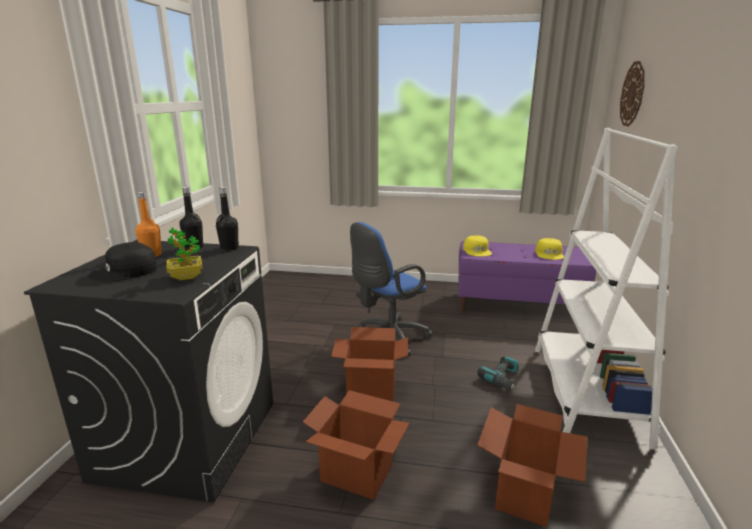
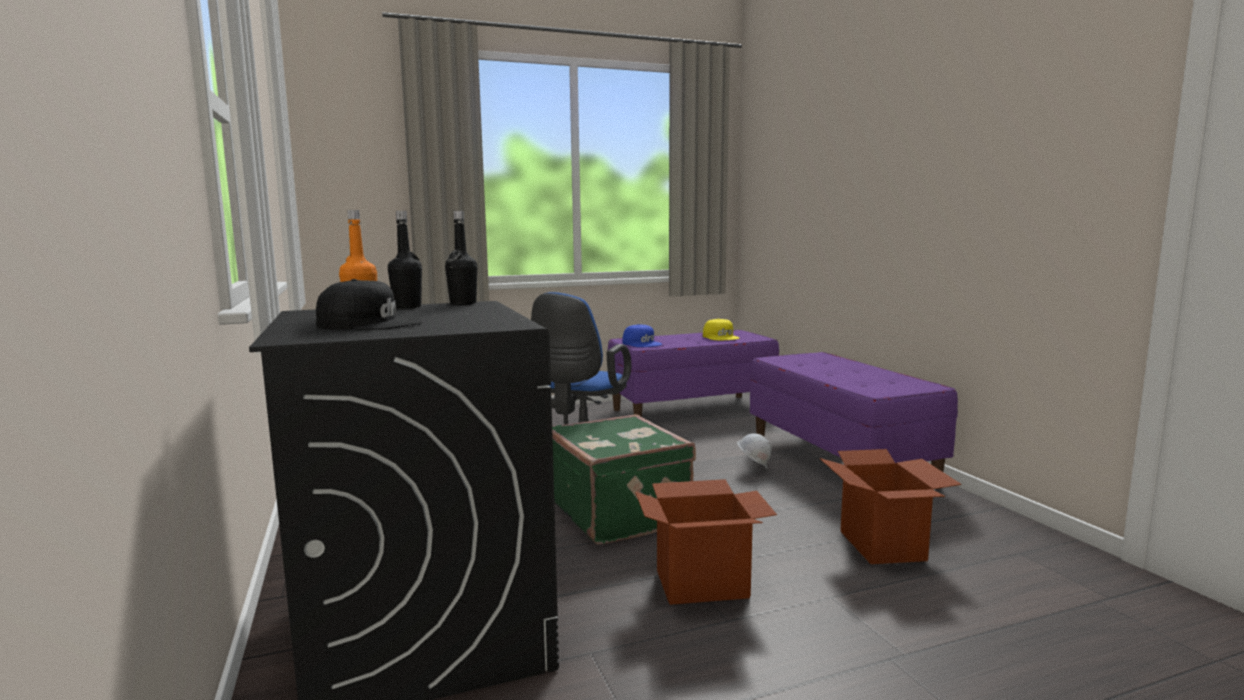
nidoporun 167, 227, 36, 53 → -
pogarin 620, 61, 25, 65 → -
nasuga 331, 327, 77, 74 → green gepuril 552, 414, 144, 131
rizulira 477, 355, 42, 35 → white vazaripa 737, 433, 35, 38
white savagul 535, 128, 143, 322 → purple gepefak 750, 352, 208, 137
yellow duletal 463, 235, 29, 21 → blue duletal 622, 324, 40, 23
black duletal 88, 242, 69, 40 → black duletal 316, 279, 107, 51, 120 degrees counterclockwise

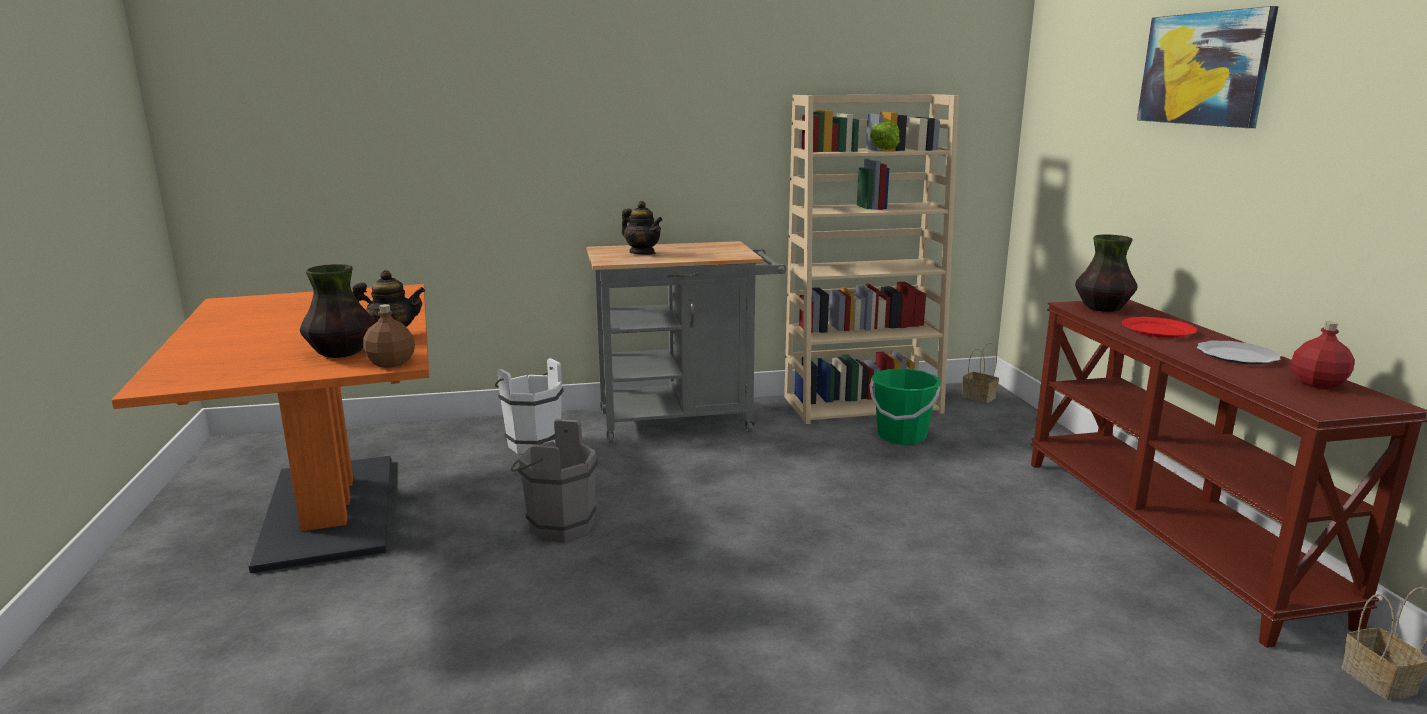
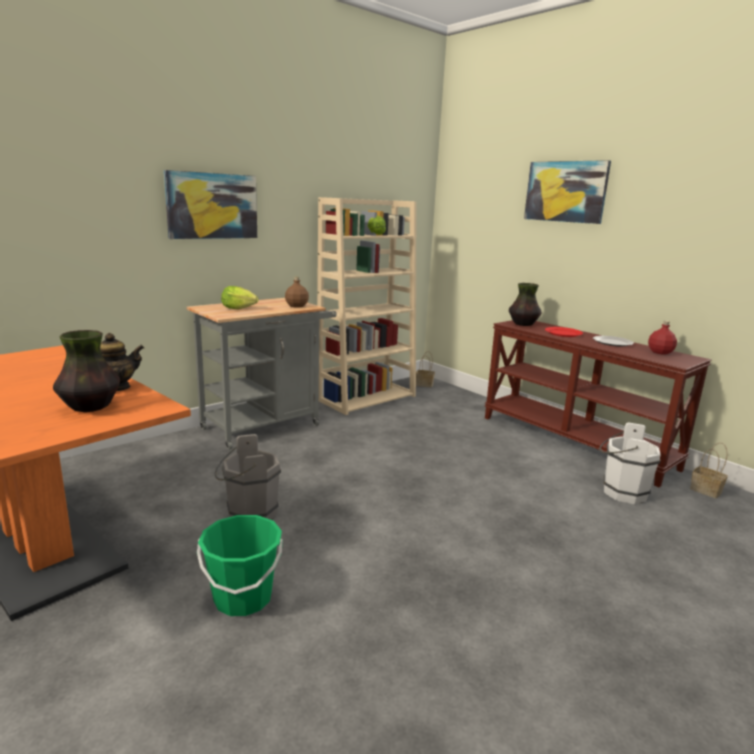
- → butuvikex 164, 170, 93, 69
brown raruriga 363, 304, 52, 64 → brown raruriga 285, 277, 24, 31, move
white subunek 495, 358, 68, 96 → white subunek 599, 422, 62, 82, move
green subunek 869, 369, 72, 76 → green subunek 197, 515, 86, 101, move
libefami 622, 201, 40, 54 → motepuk 221, 286, 38, 23

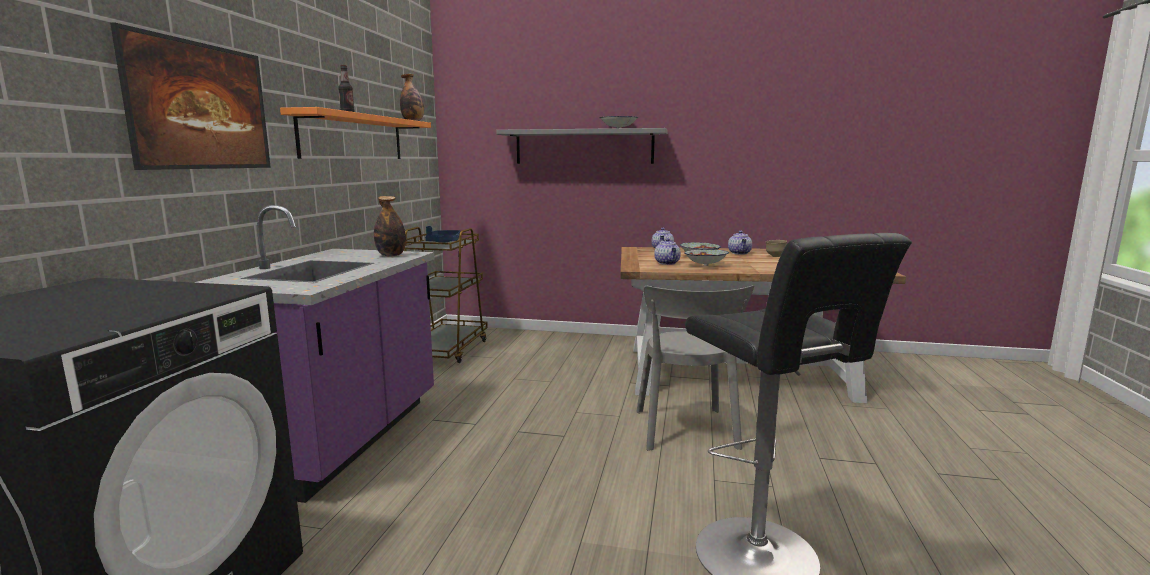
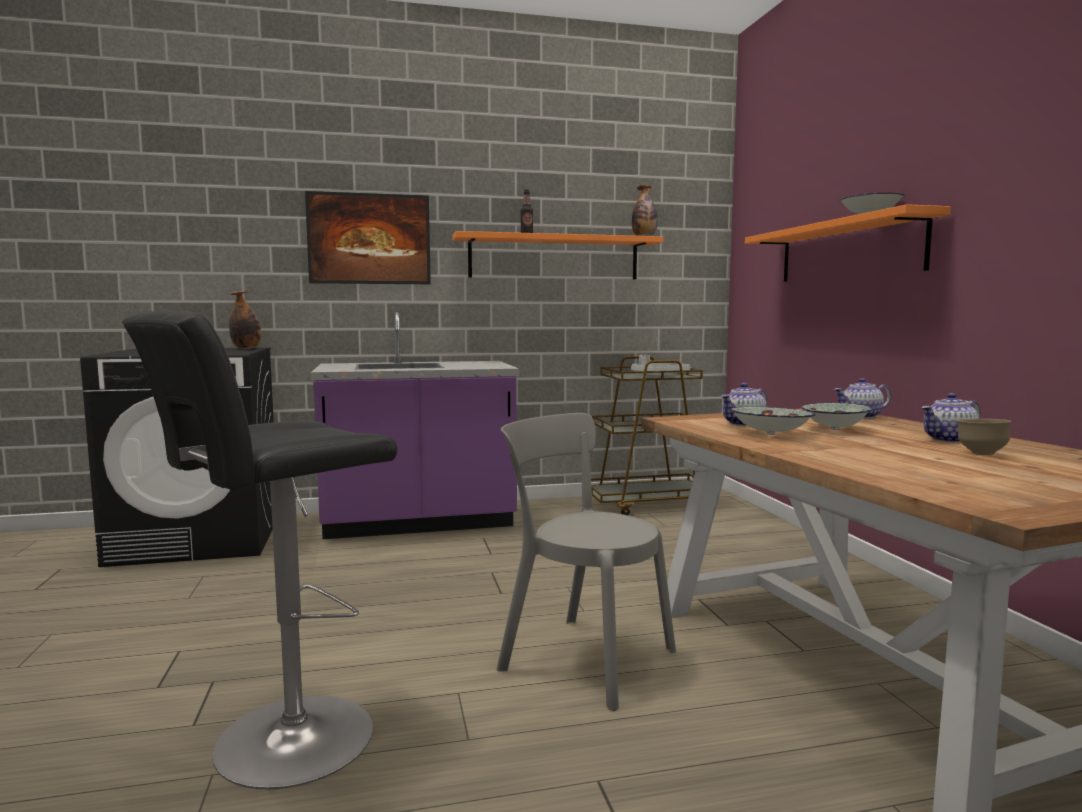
raruriga 374, 196, 32, 61 → raruriga 229, 291, 32, 58, move
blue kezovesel 425, 226, 36, 17 → grey kezovesel 631, 355, 60, 20
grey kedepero 496, 128, 171, 36 → orange kedepero 745, 204, 206, 78
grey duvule 636, 285, 118, 166 → grey duvule 497, 413, 179, 298, 60 degrees clockwise

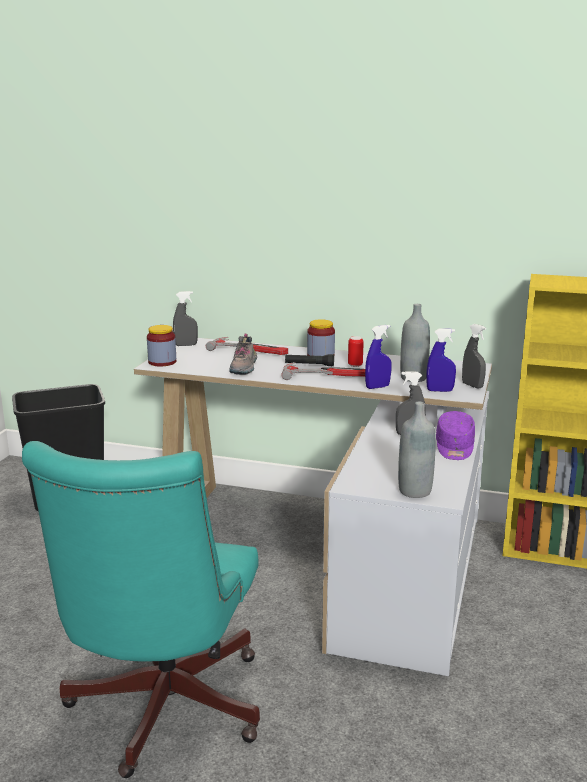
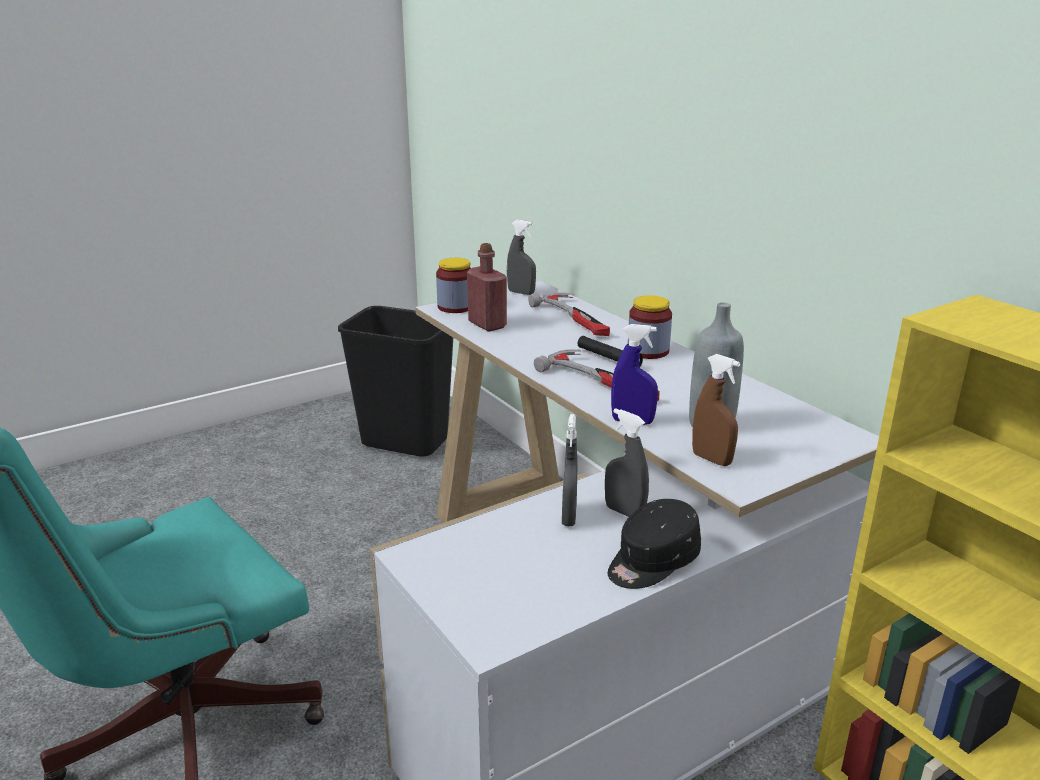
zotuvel 229, 334, 28, 41 → -
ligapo 348, 336, 16, 31 → -
grey raruriga 398, 402, 38, 96 → -
- → red raruriga 467, 243, 40, 88
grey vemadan 462, 324, 24, 65 → grey vemadan 562, 414, 15, 112, move
blue vemadan 426, 328, 30, 64 → brown vemadan 692, 354, 48, 112
purple duletal 436, 411, 39, 49 → black duletal 608, 499, 93, 90

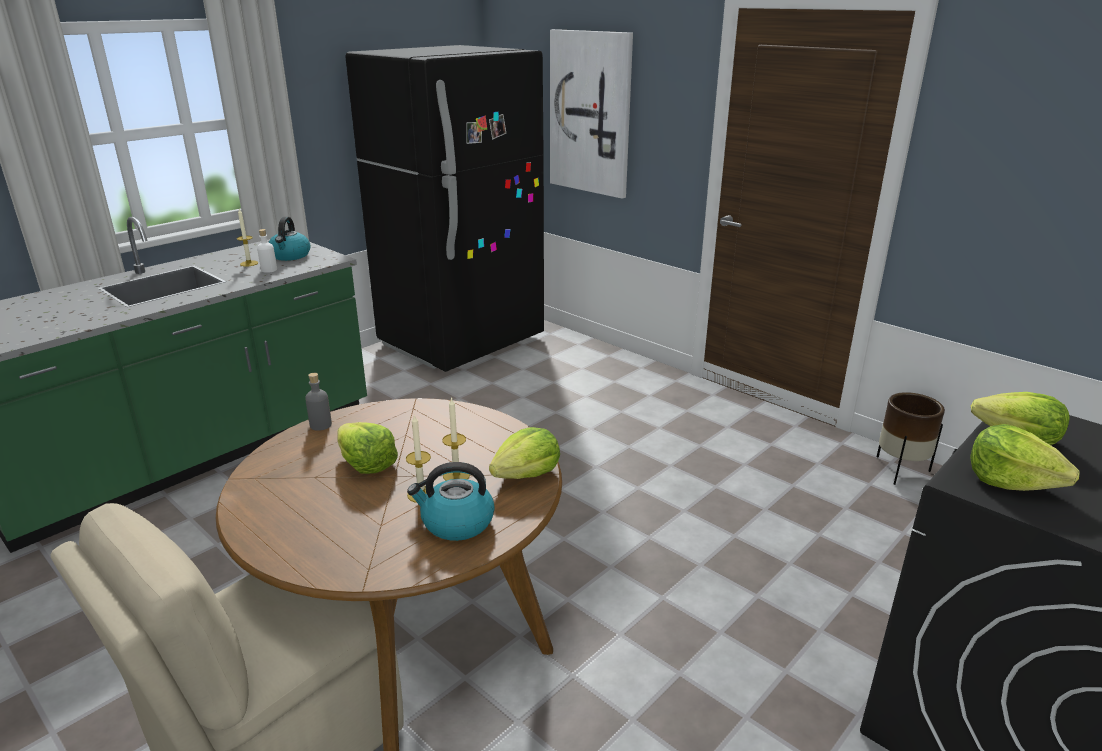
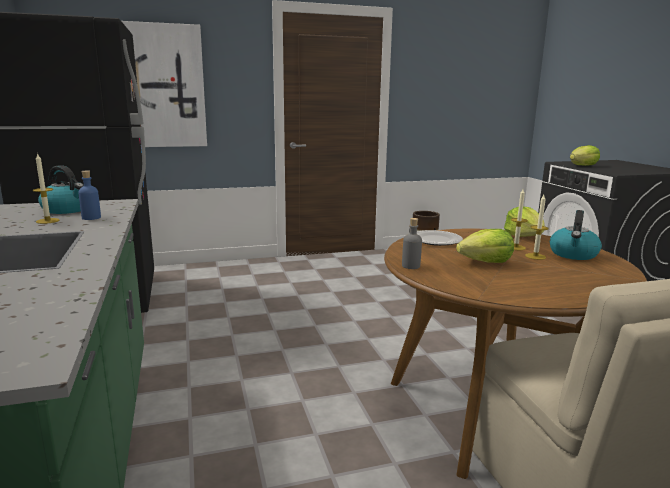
motepuk 970, 424, 110, 67 → -
- → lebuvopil 417, 230, 46, 16
white raruriga 257, 229, 20, 44 → blue raruriga 78, 170, 23, 50

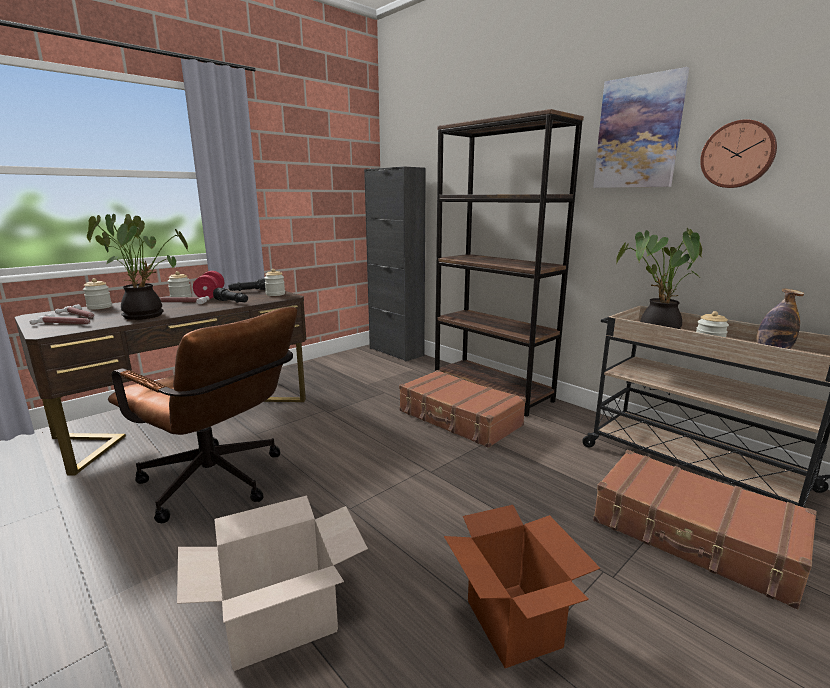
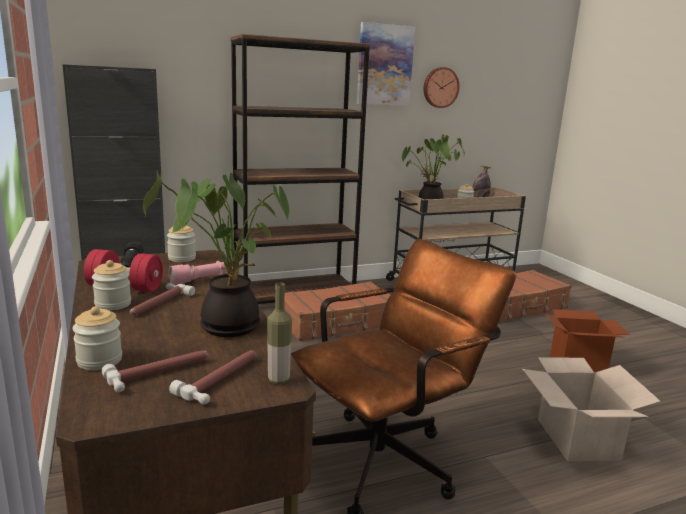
- → raruriga 267, 283, 25, 101
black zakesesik 213, 288, 35, 15 → pink zakesesik 168, 261, 65, 24

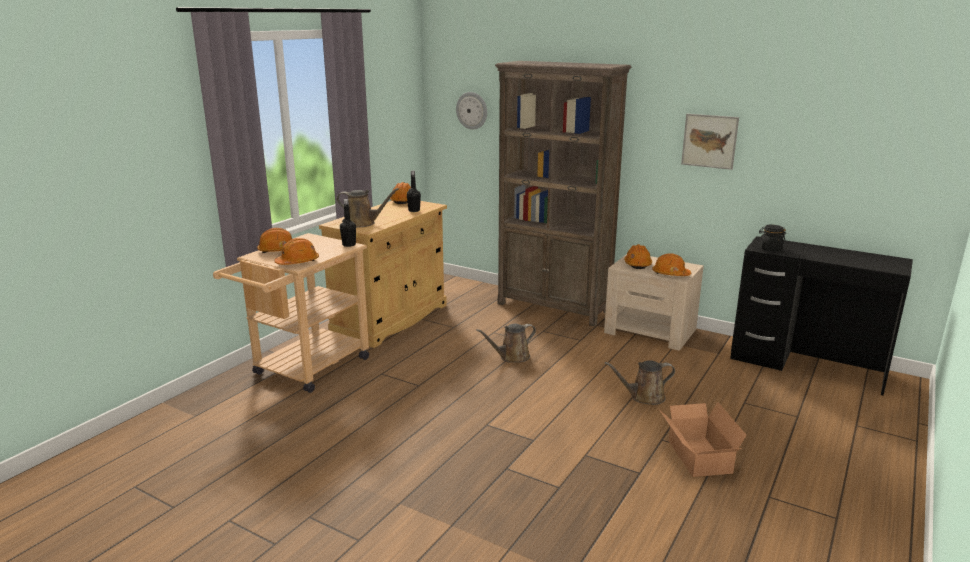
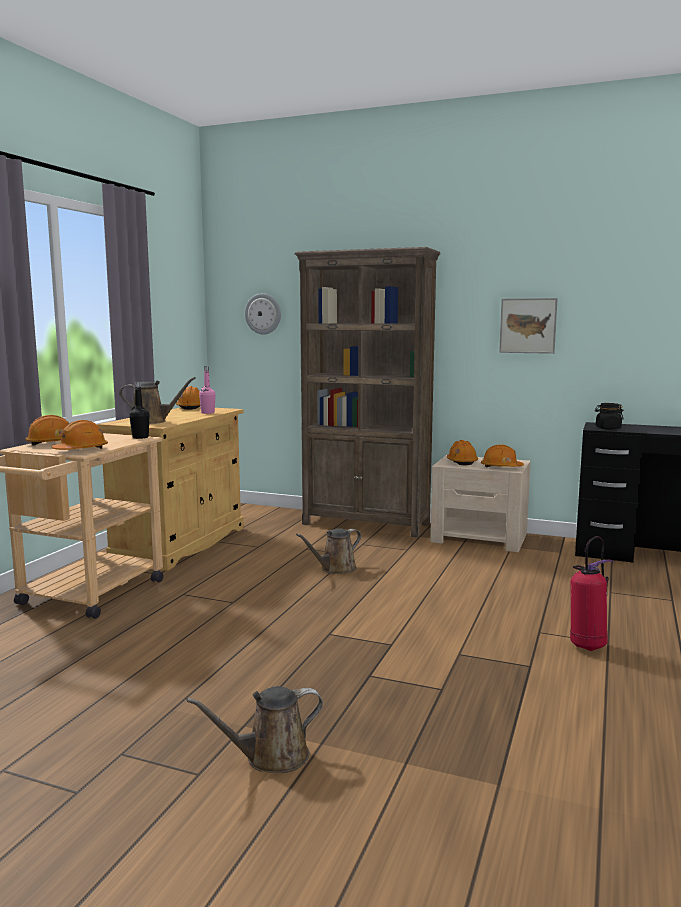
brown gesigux 605, 360, 70, 45 → brown gesigux 186, 686, 137, 87, move
nasuga 660, 402, 87, 75 → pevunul 570, 536, 44, 115
black raruriga 407, 171, 14, 41 → pink raruriga 199, 366, 17, 48

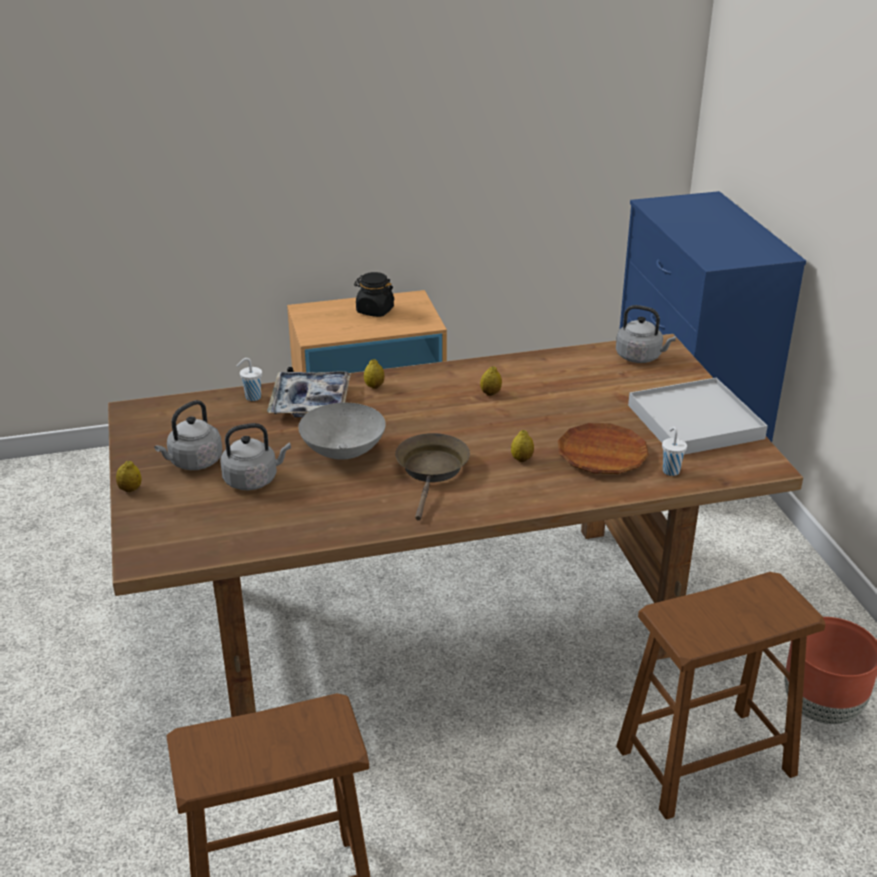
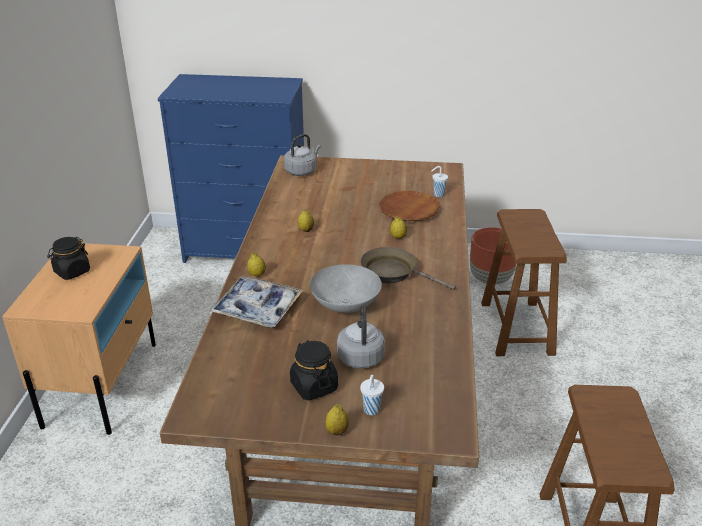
white kezovesel 628, 378, 140, 77 → -
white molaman 237, 358, 25, 43 → white molaman 360, 374, 24, 41, move
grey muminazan 154, 400, 68, 70 → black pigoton 290, 340, 48, 61

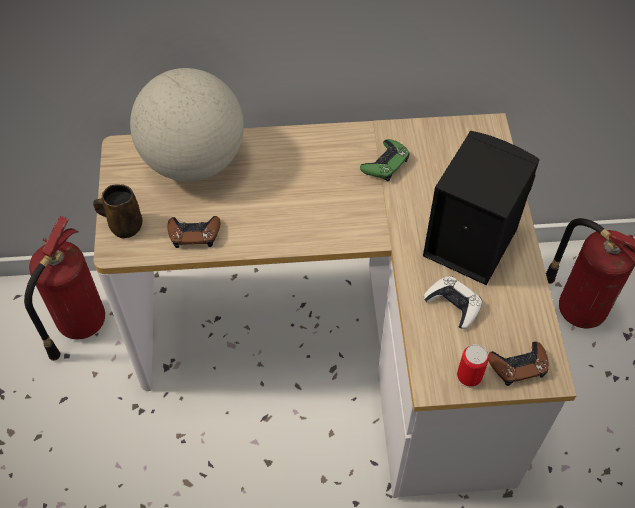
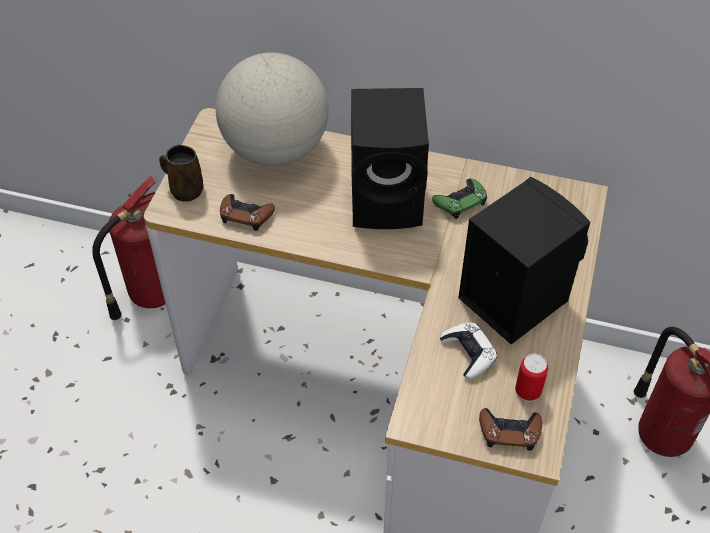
- → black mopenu 351, 88, 78, 141
ligapo 457, 344, 32, 44 → ligapo 515, 354, 33, 48, move

